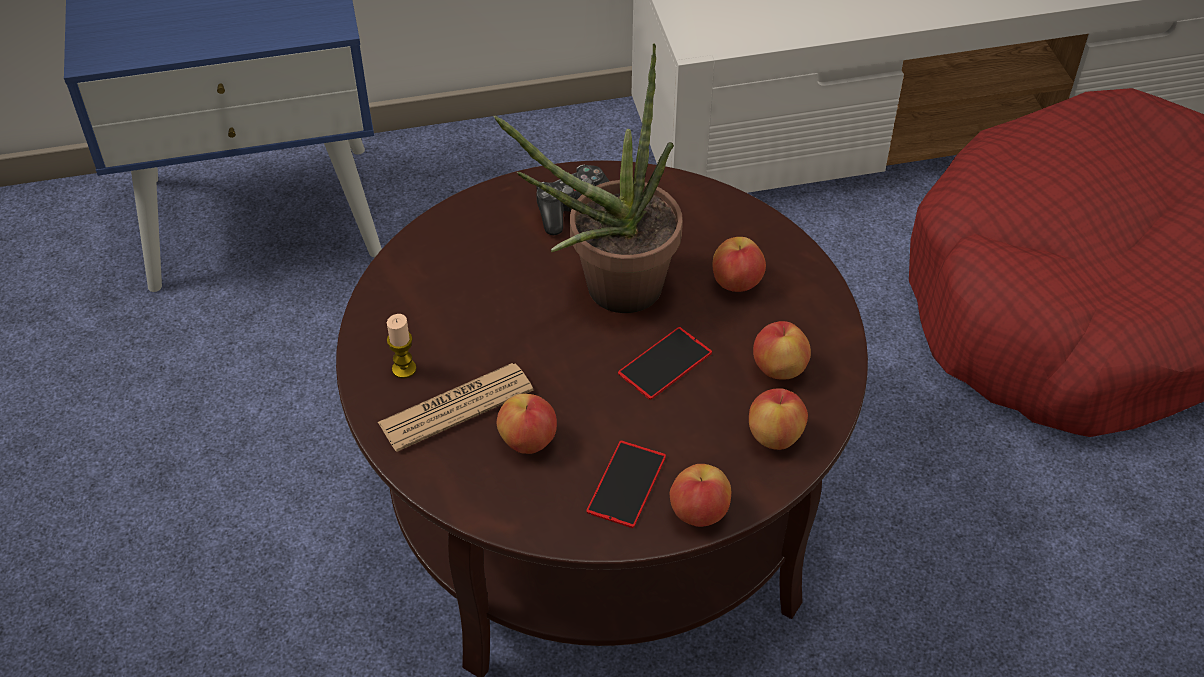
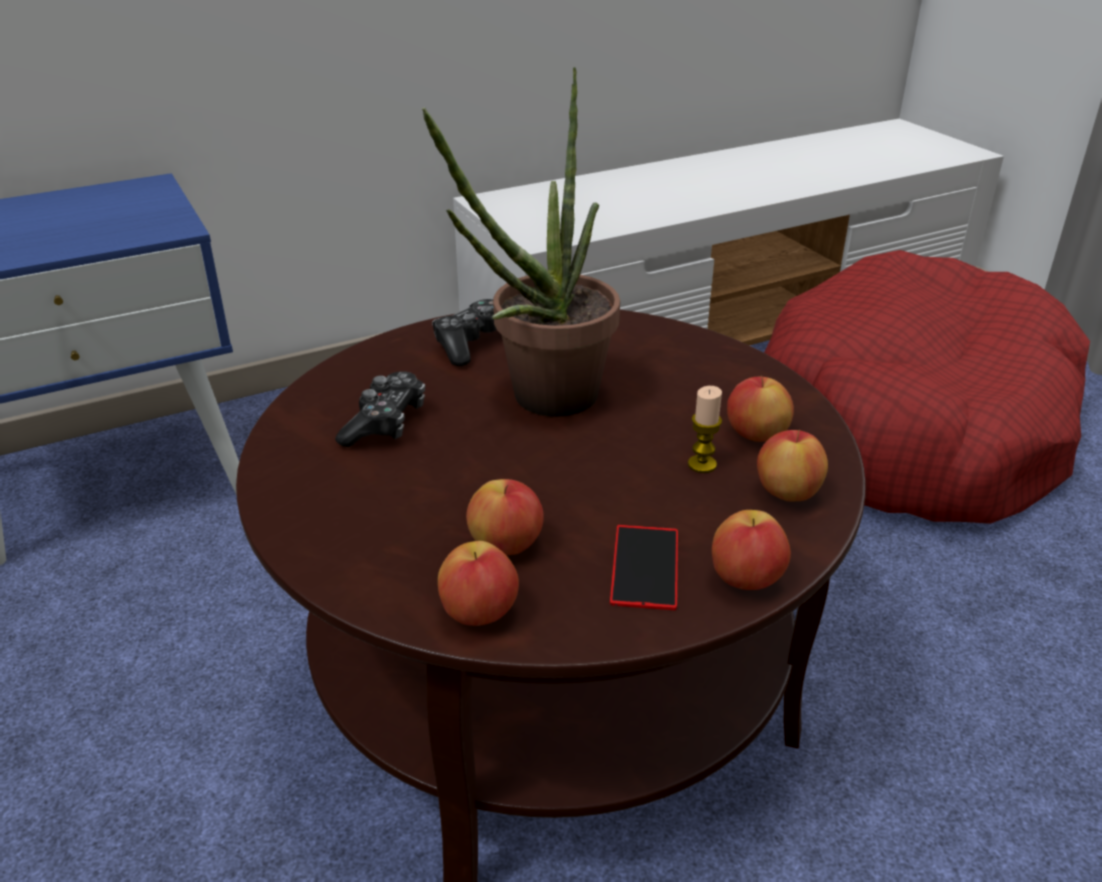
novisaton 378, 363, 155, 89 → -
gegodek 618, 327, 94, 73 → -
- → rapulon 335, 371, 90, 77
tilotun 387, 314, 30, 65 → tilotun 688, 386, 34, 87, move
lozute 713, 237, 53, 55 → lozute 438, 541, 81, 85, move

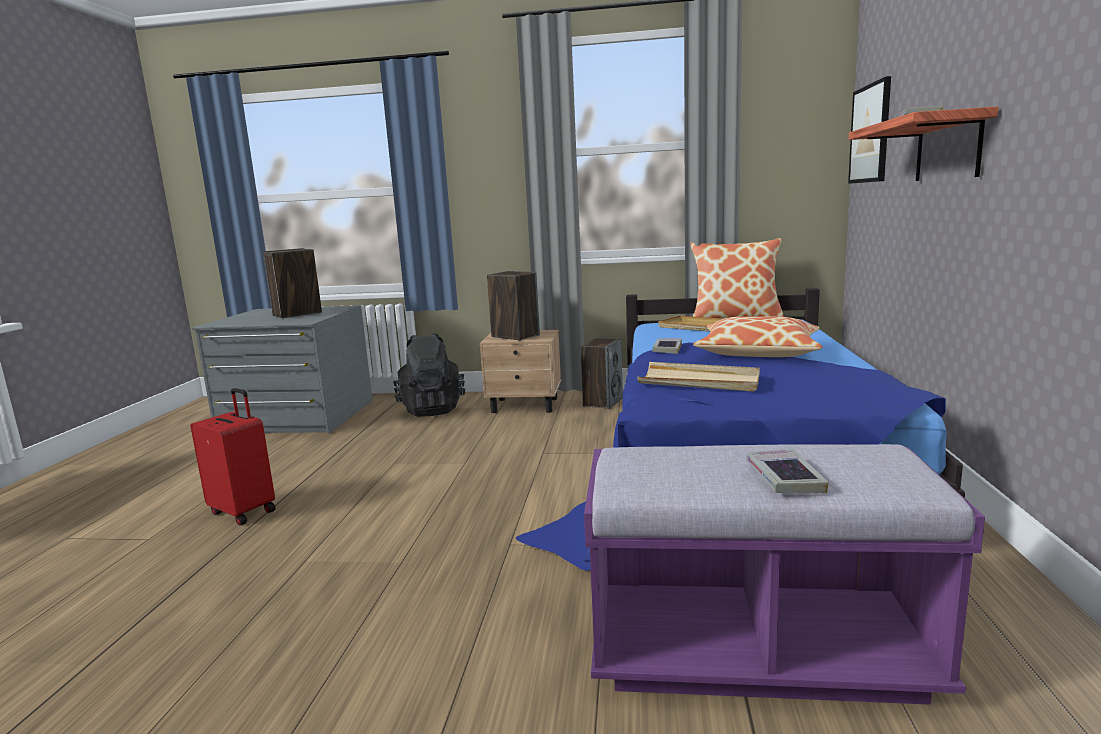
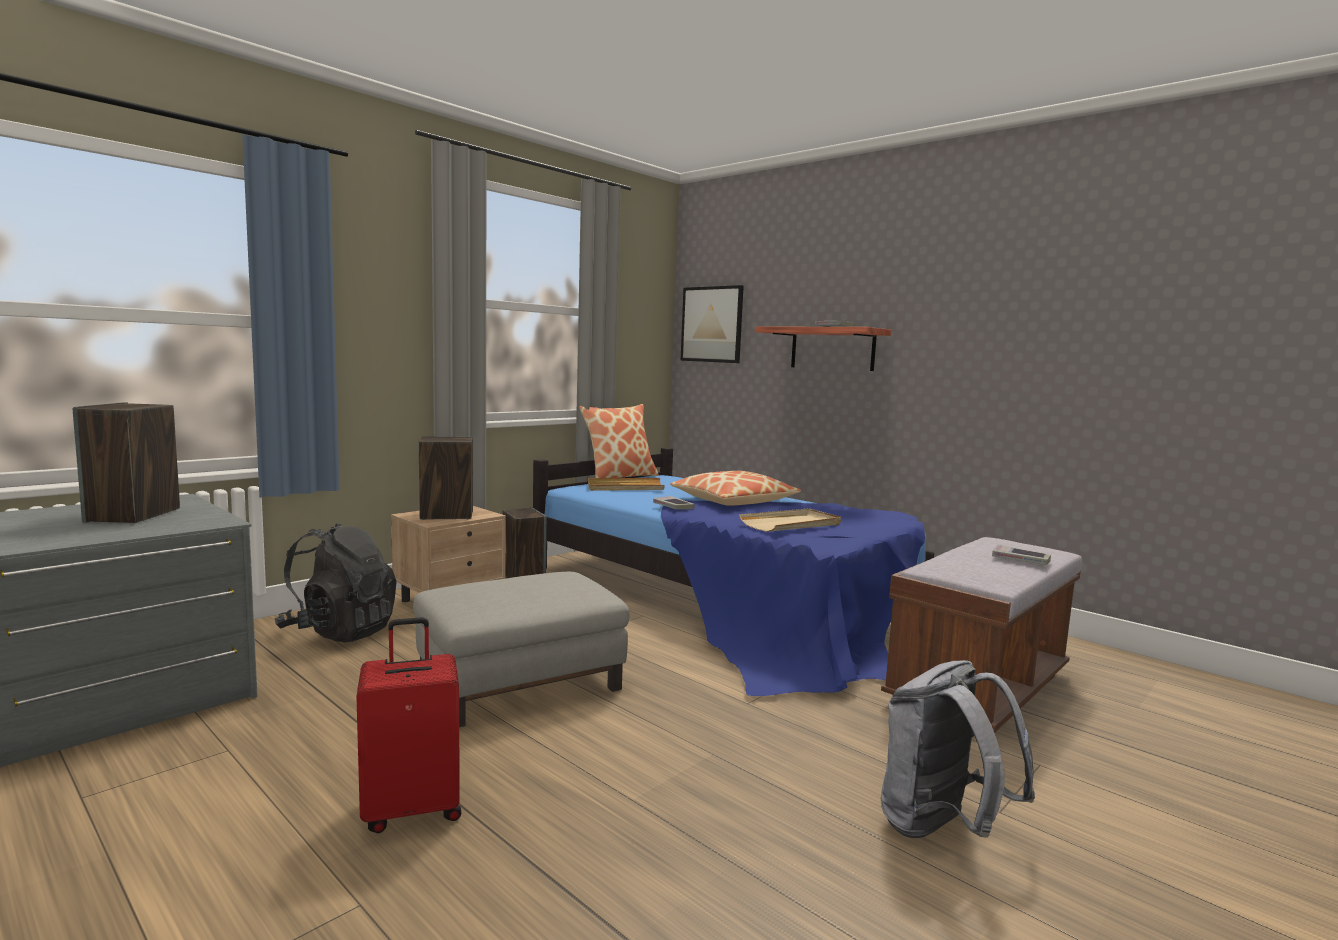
- → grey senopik 413, 572, 217, 155
- → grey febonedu 881, 660, 154, 178
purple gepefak 584, 444, 401, 261 → brown gepefak 881, 537, 201, 196

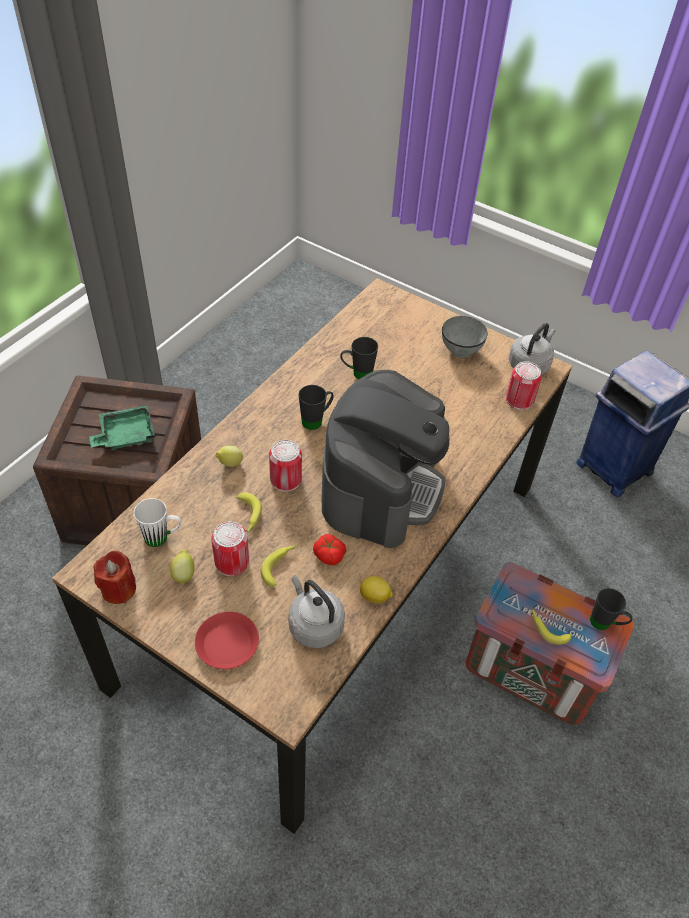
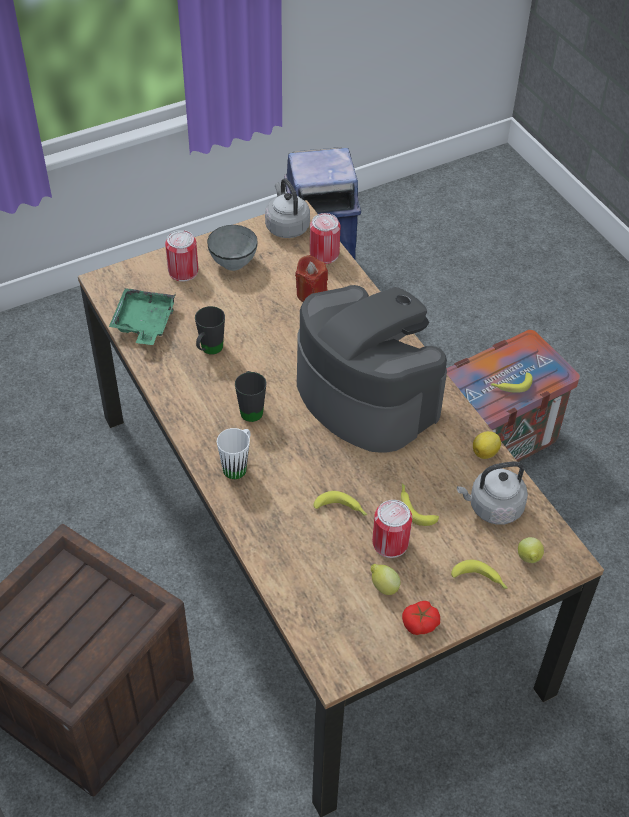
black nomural 590, 588, 42, 42 → -
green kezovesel 89, 405, 66, 45 → green kezovesel 109, 288, 67, 57, move
red tilotun 94, 551, 42, 53 → red tilotun 295, 255, 33, 47, move
white nomural 134, 498, 47, 49 → white nomural 217, 428, 33, 51, move
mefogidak 215, 446, 28, 21 → mefogidak 518, 537, 26, 26, move
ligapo 269, 440, 33, 52 → ligapo 165, 230, 33, 52, move
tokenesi 313, 534, 33, 32 → tokenesi 402, 601, 38, 34, move
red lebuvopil 195, 612, 64, 57 → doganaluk 451, 559, 57, 30

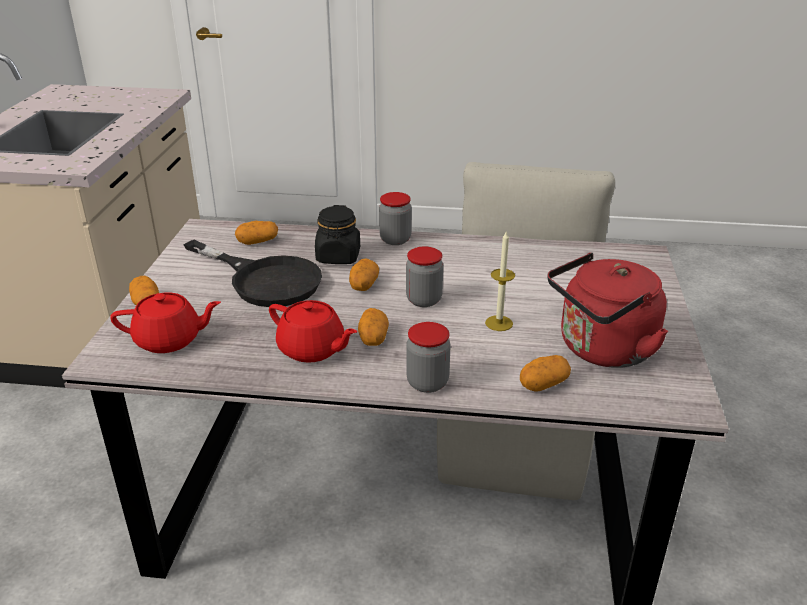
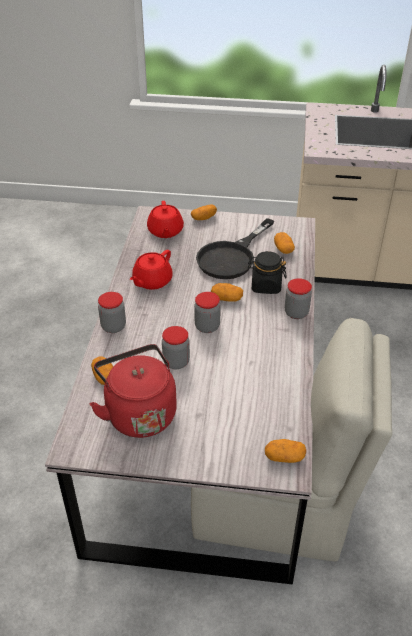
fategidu 358, 308, 31, 38 → fategidu 265, 439, 41, 24, move
tilotun 485, 230, 30, 101 → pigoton 162, 326, 28, 43

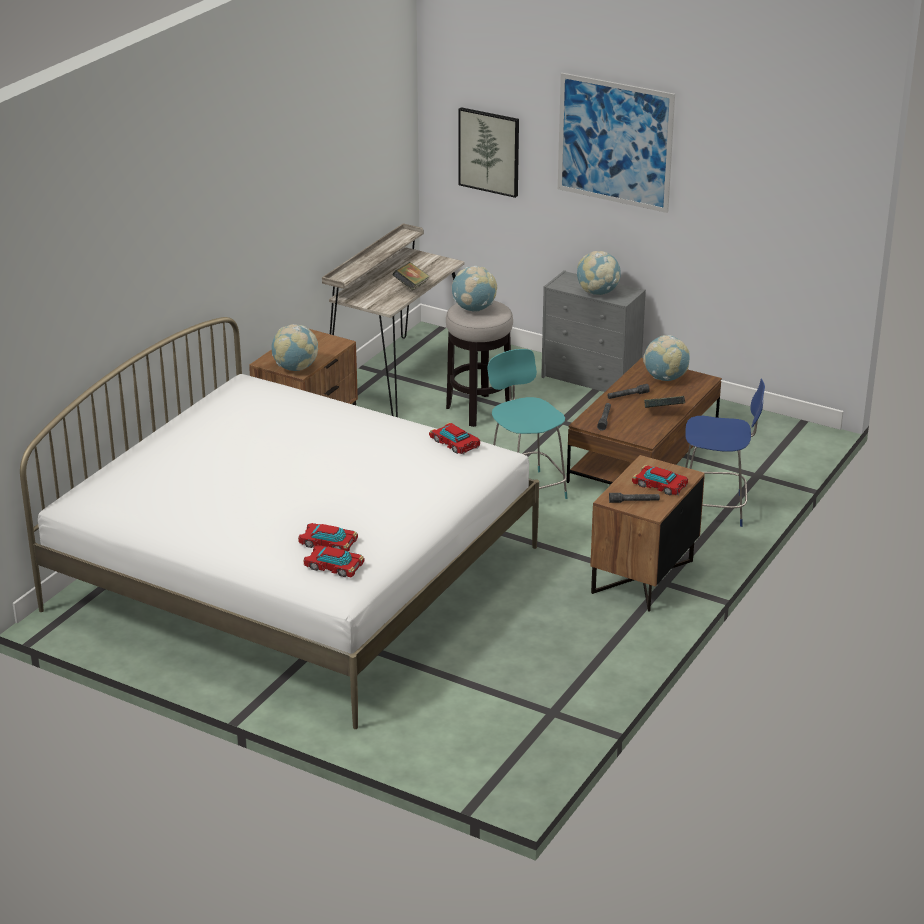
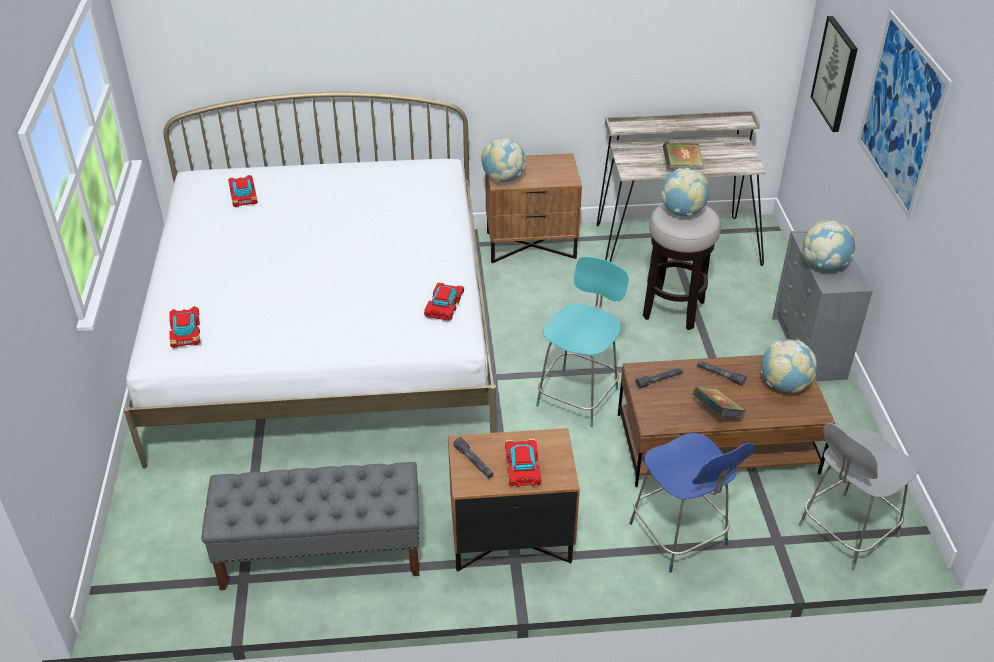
- → grey gepefak 201, 462, 218, 128
- → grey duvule 799, 423, 119, 148
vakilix 298, 523, 60, 29 → vakilix 228, 175, 30, 32, move

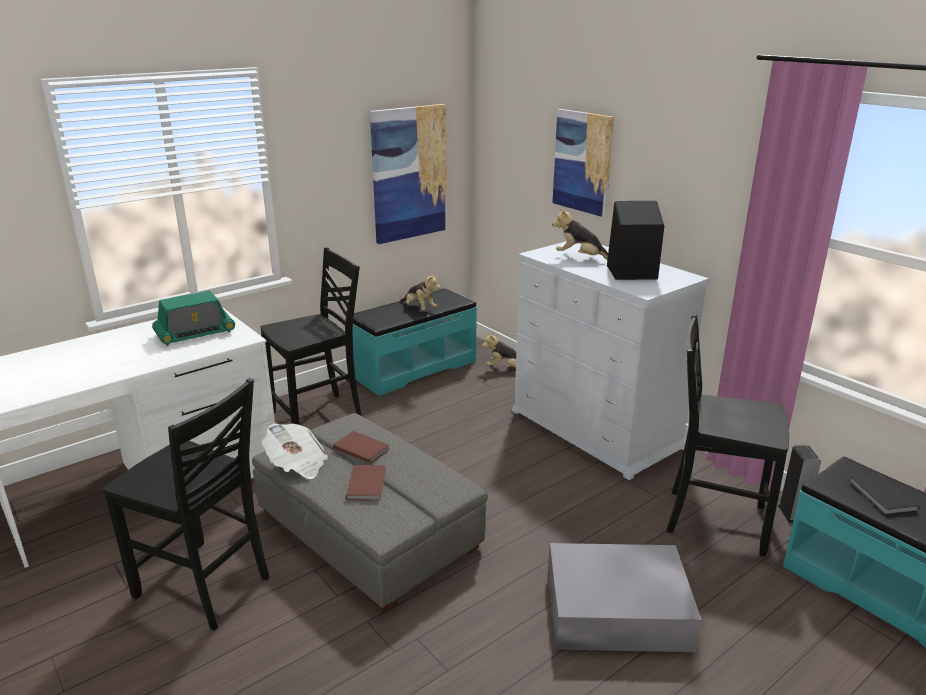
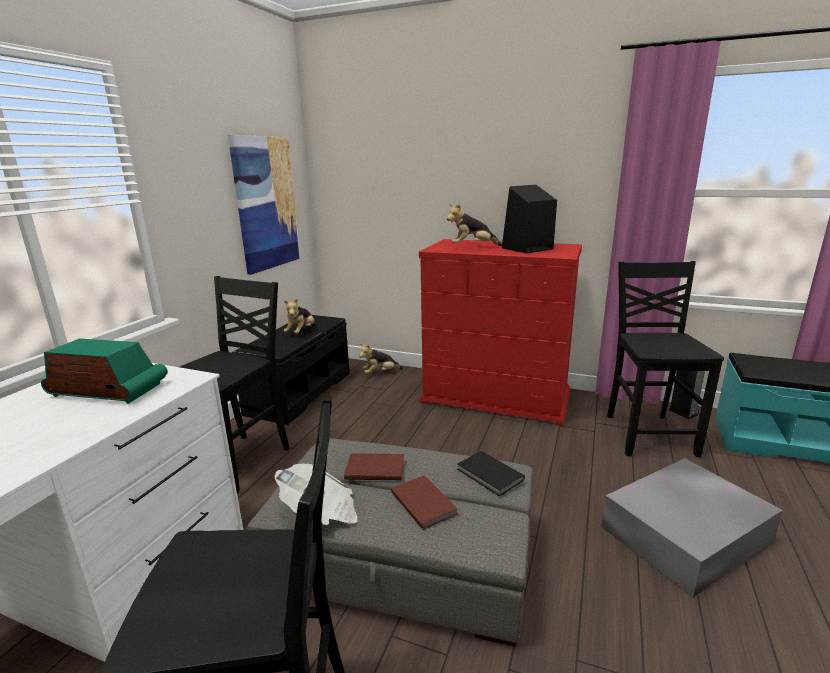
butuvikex 552, 109, 62, 108 → -
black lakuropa 849, 473, 71, 42 → black lakuropa 457, 451, 68, 46, move
turquoise gepefak 353, 288, 124, 108 → black gepefak 232, 315, 118, 110
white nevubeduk 512, 241, 197, 239 → red nevubeduk 419, 239, 163, 187
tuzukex 152, 291, 83, 55 → tuzukex 41, 339, 127, 65, 105 degrees counterclockwise
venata 400, 272, 41, 38 → venata 284, 298, 30, 36, 90 degrees clockwise
black duvule 667, 315, 122, 241 → black duvule 607, 261, 117, 196, 105 degrees clockwise

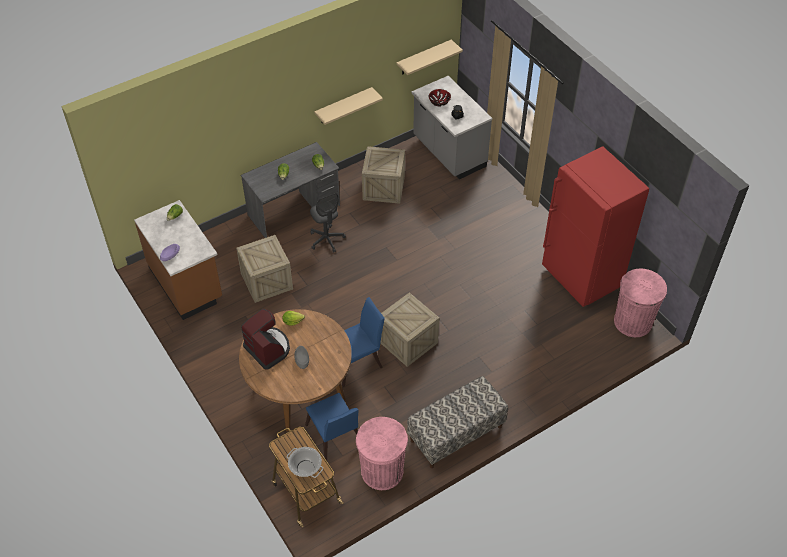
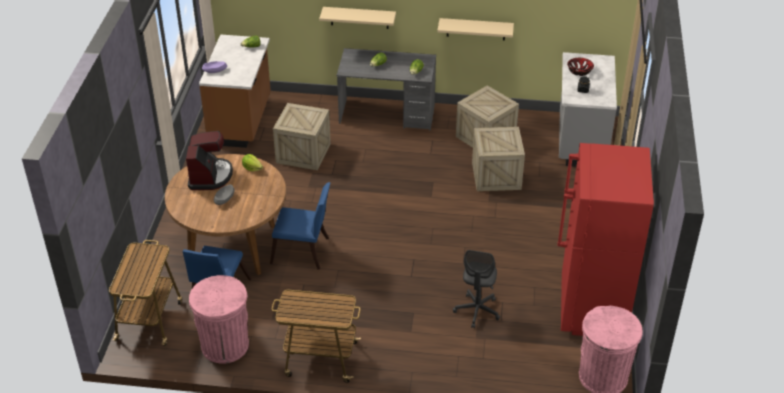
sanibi 287, 447, 36, 31 → -
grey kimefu 310, 193, 36, 60 → grey kimefu 453, 250, 47, 78, move
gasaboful 381, 293, 58, 74 → gasaboful 472, 127, 53, 64, move
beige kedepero 397, 39, 66, 36 → beige kedepero 319, 7, 77, 22, move
gepefak 407, 376, 101, 92 → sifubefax 271, 290, 90, 93

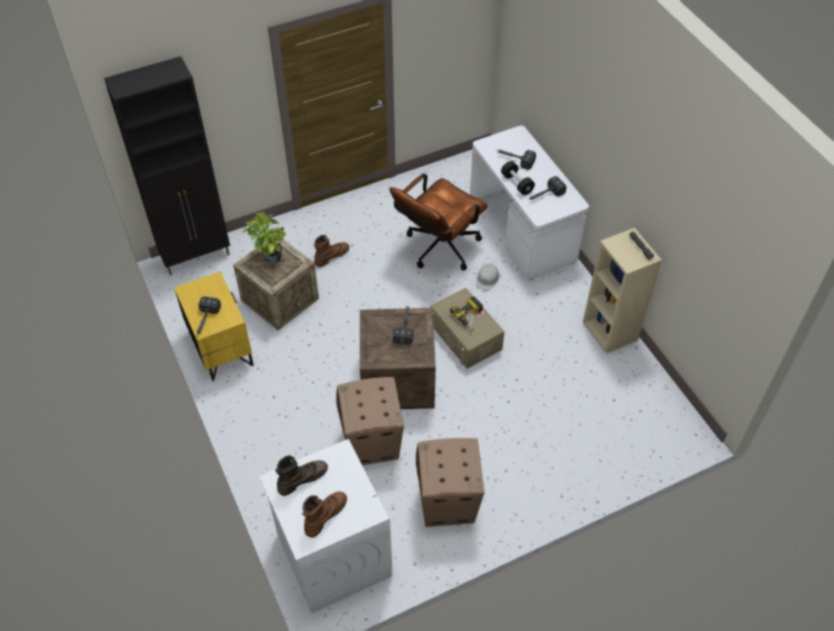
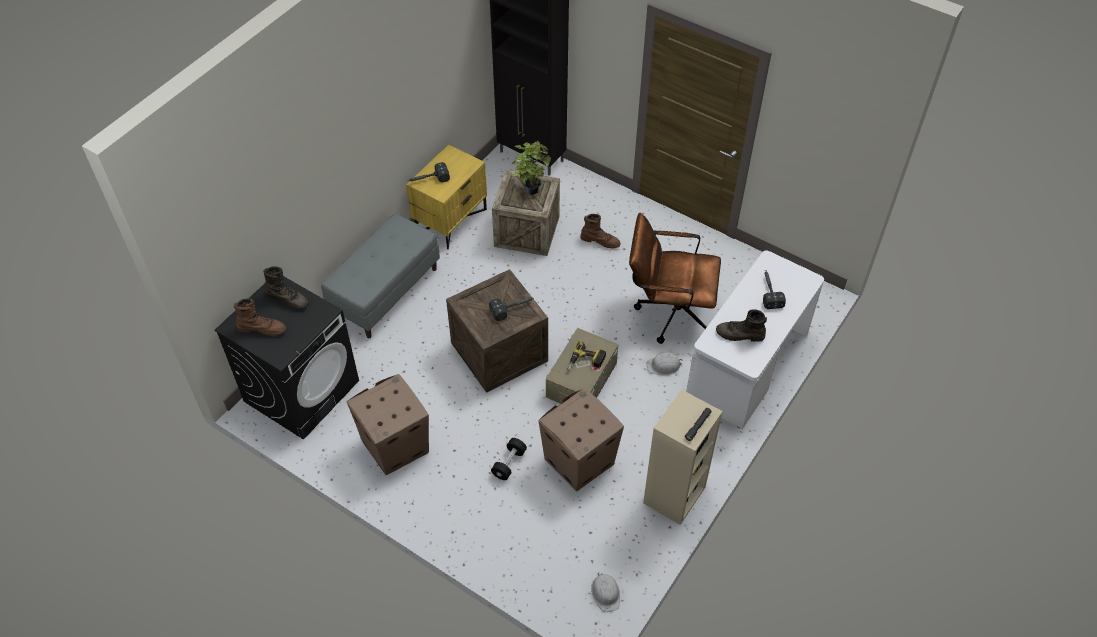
- → grey gepefak 321, 213, 119, 125
- → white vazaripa 591, 572, 29, 40
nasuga 336, 377, 68, 88 → nasuga 538, 388, 86, 103, move
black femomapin 501, 161, 34, 34 → black femomapin 491, 438, 36, 42, move
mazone 528, 176, 39, 24 → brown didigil 716, 309, 51, 33
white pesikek 259, 439, 134, 174 → black pesikek 215, 276, 144, 164

